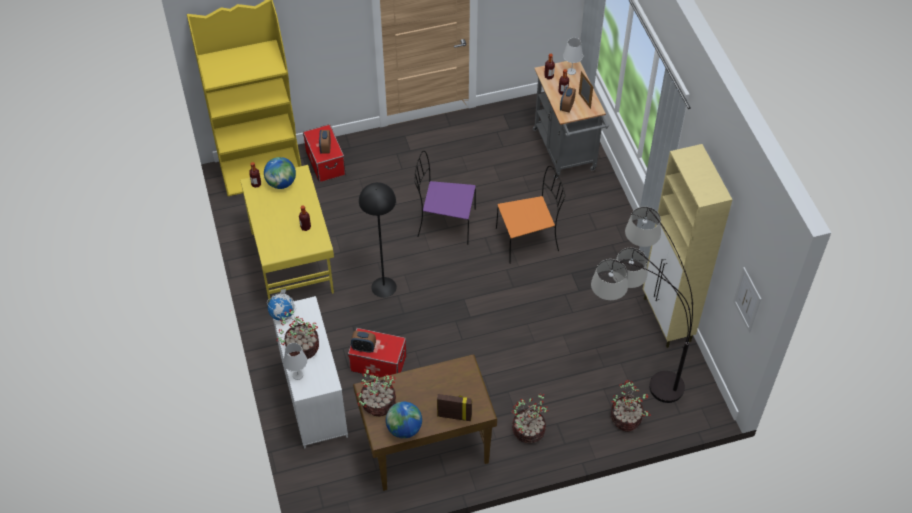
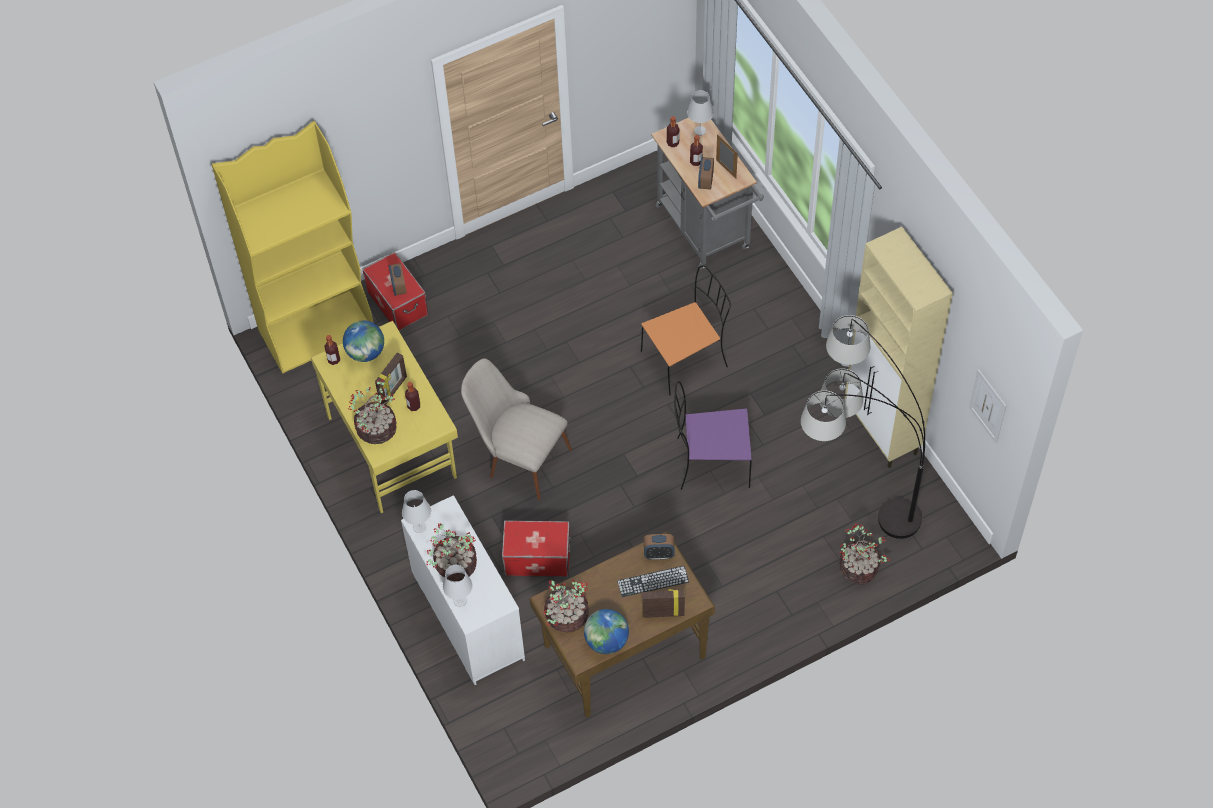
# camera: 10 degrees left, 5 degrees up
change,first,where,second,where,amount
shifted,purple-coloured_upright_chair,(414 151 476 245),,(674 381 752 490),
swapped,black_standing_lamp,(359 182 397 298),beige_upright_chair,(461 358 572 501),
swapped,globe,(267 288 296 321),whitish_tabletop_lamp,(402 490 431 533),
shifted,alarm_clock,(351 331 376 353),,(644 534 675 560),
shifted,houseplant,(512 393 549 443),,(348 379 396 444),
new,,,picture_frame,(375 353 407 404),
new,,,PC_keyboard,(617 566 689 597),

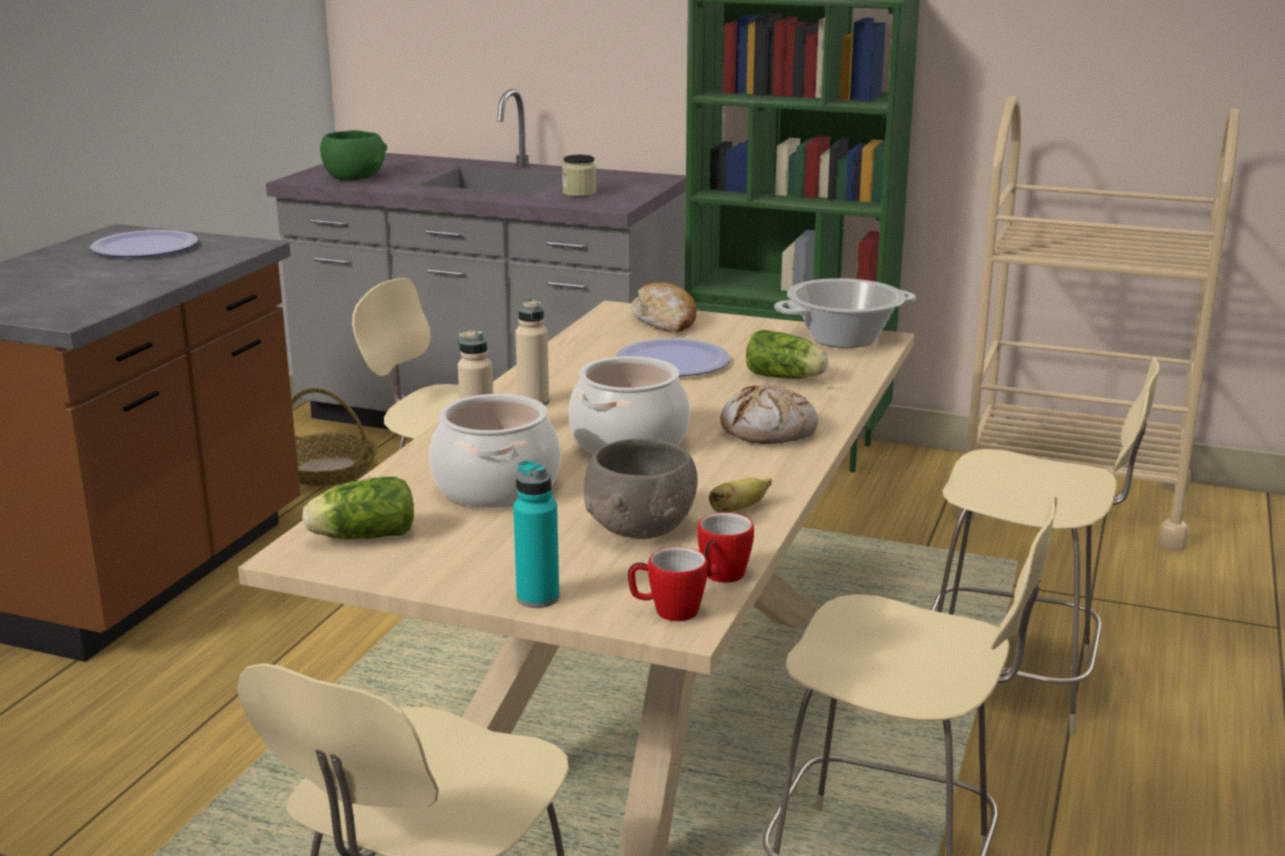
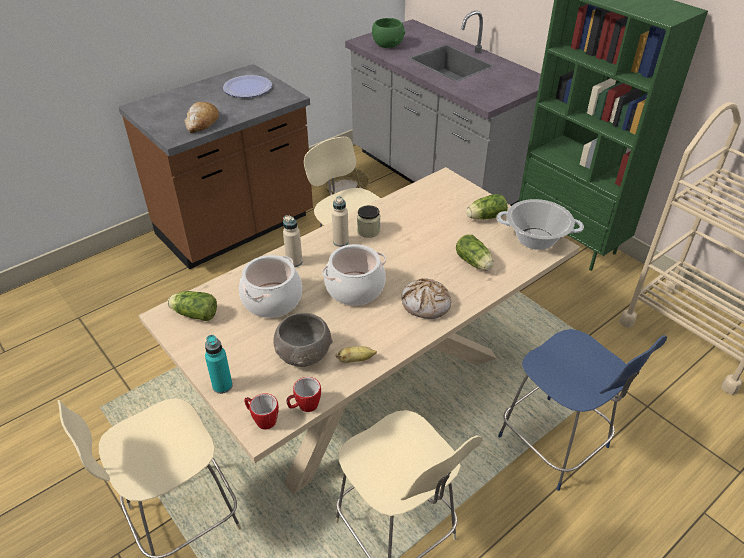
# camera: 30 degrees right, 20 degrees up
change,first,where,second,where,amount
shifted,storage_jar,(562 154 596 197),,(357 205 380 238),
shifted,bakery_bread,(631 282 697 332),,(184 102 219 133),
gone,dinner_plate,(616 338 730 376),,,
repainted,beige_upright_chair,(930 357 1160 735),blue-coloured_upright_chair,(498 329 667 491),
new,,,lettuce_head,(466 194 508 220),

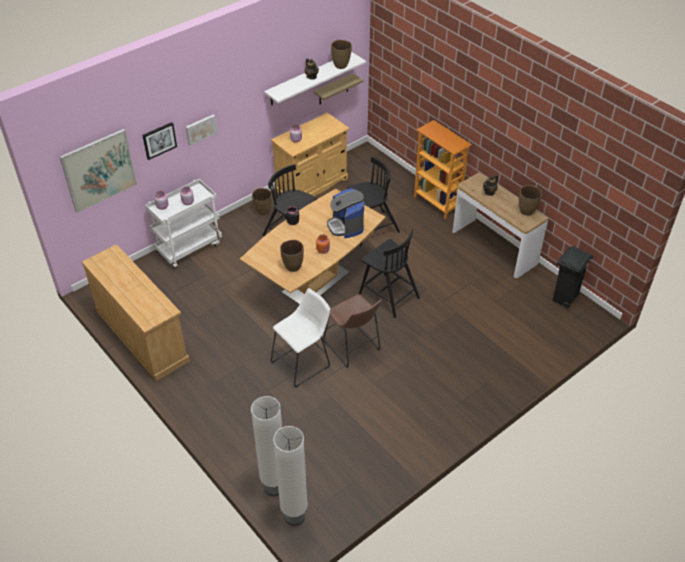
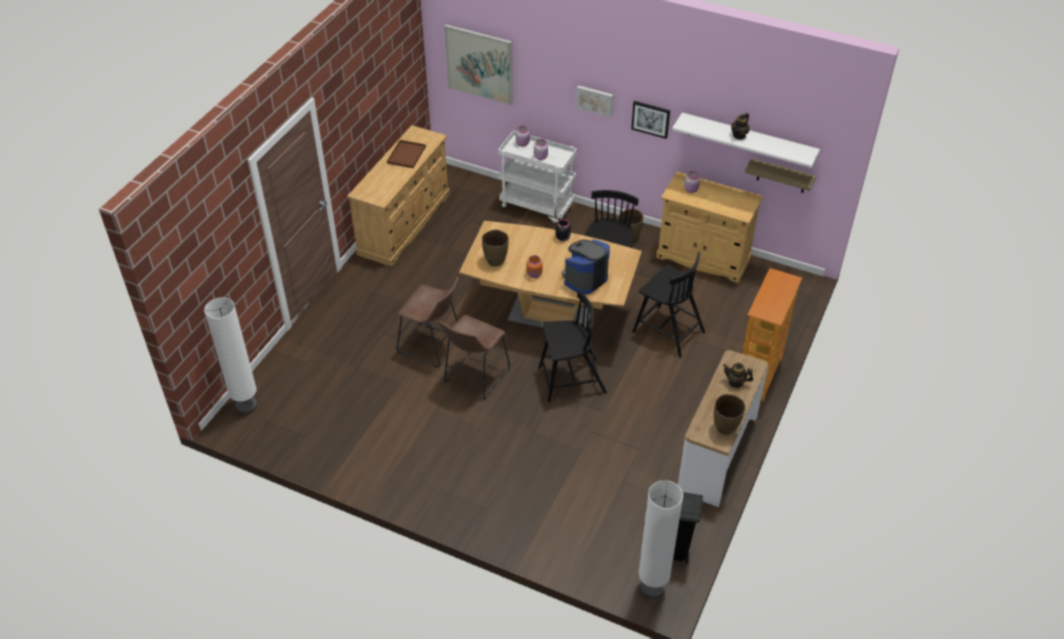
# camera: 65 degrees right, 0 degrees up
change,first,where,second,where,amount
gone,brown_vase,(331 40 352 69),,,
shifted,wall_picture,(142 122 177 160),,(631 101 670 139),
rotated,black_upright_chair,(359 230 420 318),,(539 291 607 402),120 degrees counterclockwise
repainted,whitish_stool_seat,(271 288 330 388),brown_stool_seat,(397 277 459 368),
shifted,whitish_standing_lamp,(251 396 282 496),,(639 480 683 599),
new,,,brown_carrying_tray,(387 140 426 168),

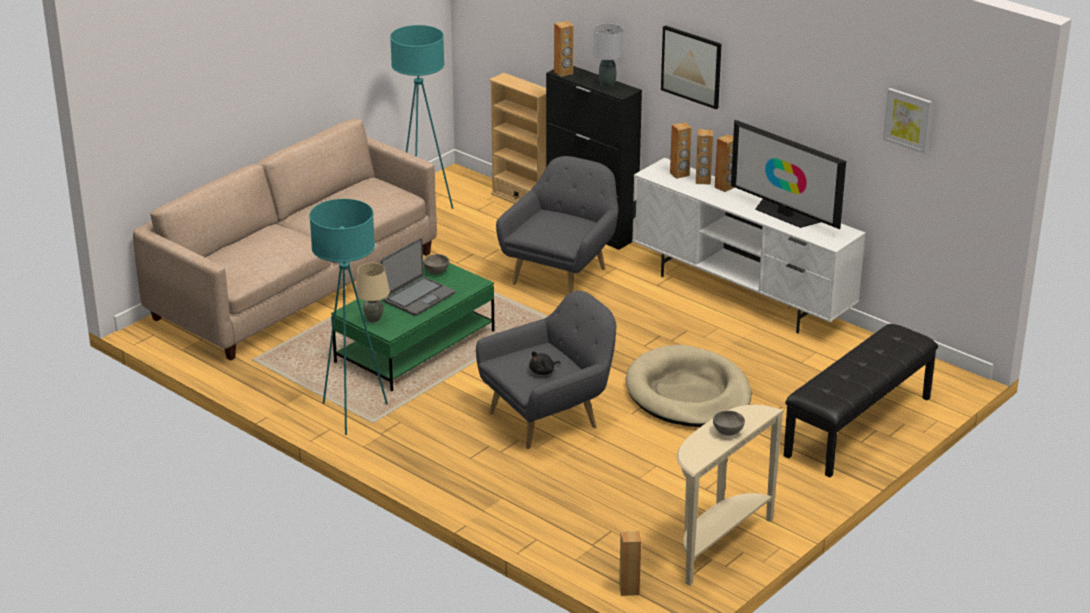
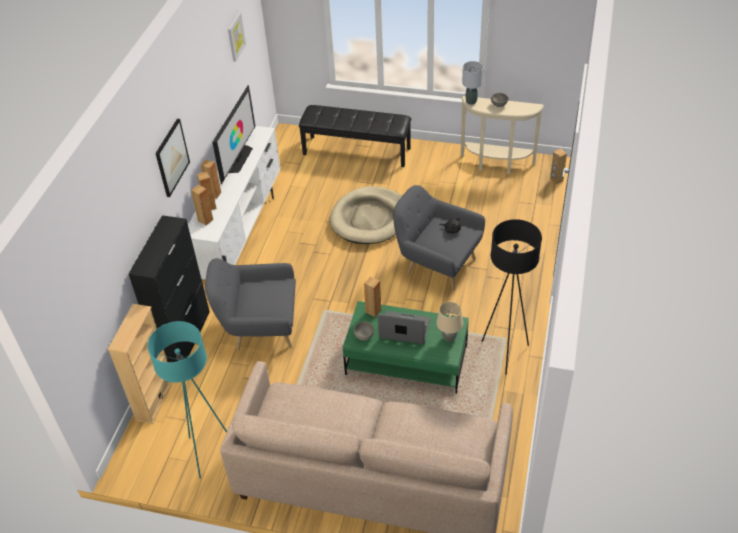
# camera: 115 degrees left, 15 degrees up
change,first,where,second,where,amount
shifted,brown_loudspeaker,(554 21 574 77),,(364 277 381 317),
shifted,greyish_tabletop_lamp,(594 23 623 88),,(462 61 483 105),
repainted,blue-green_standing_lamp,(309 199 388 435),black_standing_lamp,(481 219 542 375),

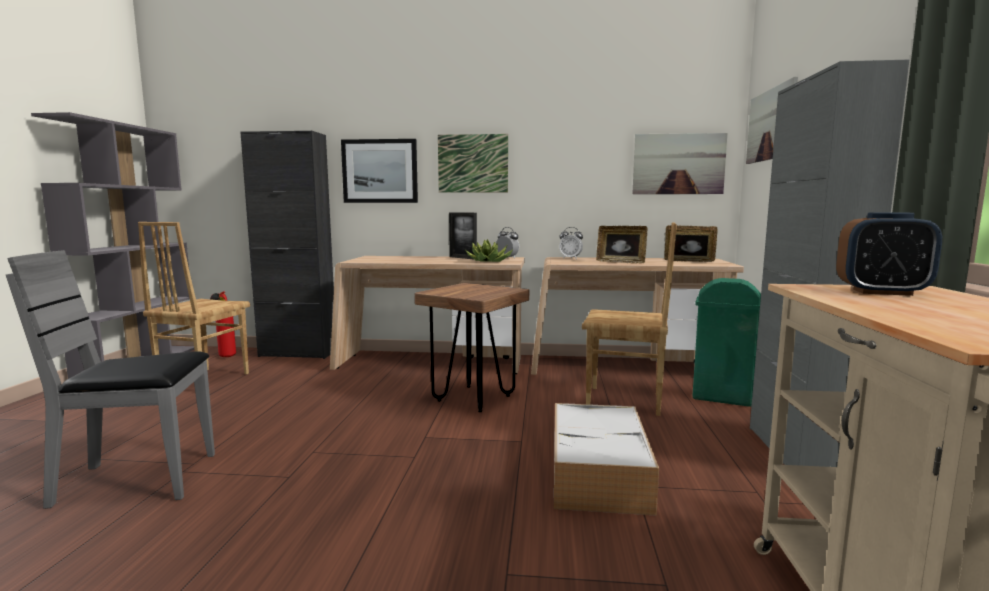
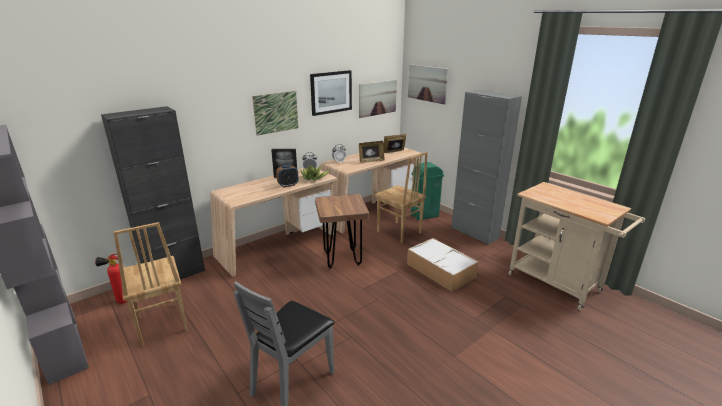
# camera: 45 degrees left, 15 degrees up
change,first,where,second,where,amount
shifted,wall_picture,(341 139 418 203),,(310 70 352 116),
shifted,alarm_clock,(836 212 942 296),,(276 165 299 188),
rotated,brown_upright_chair,(582 222 677 416),,(374 152 427 243),75 degrees clockwise

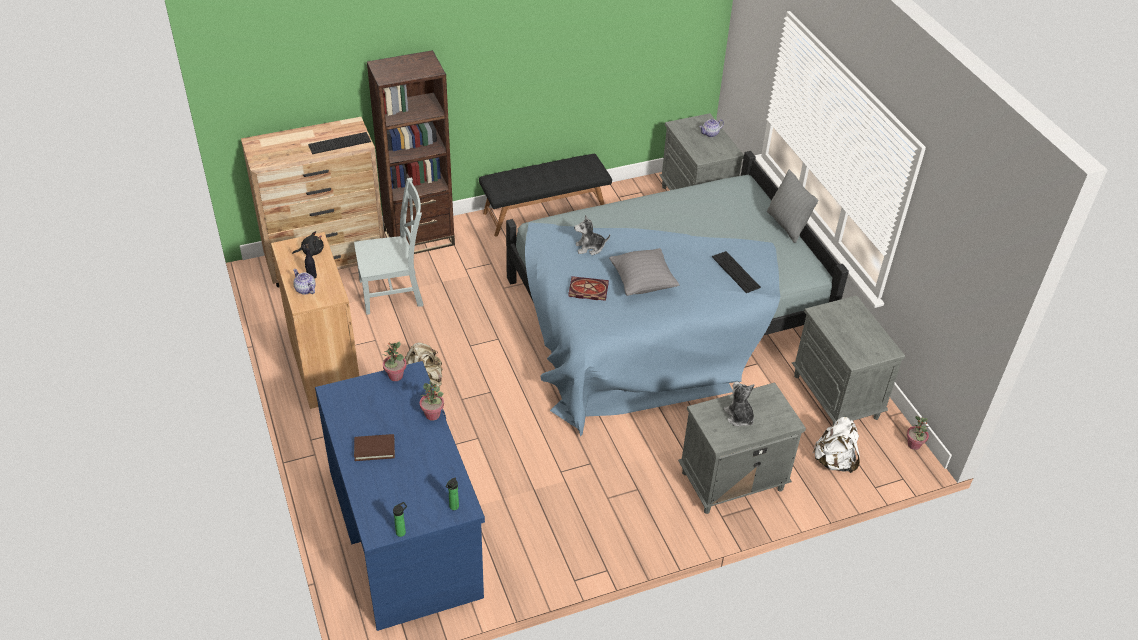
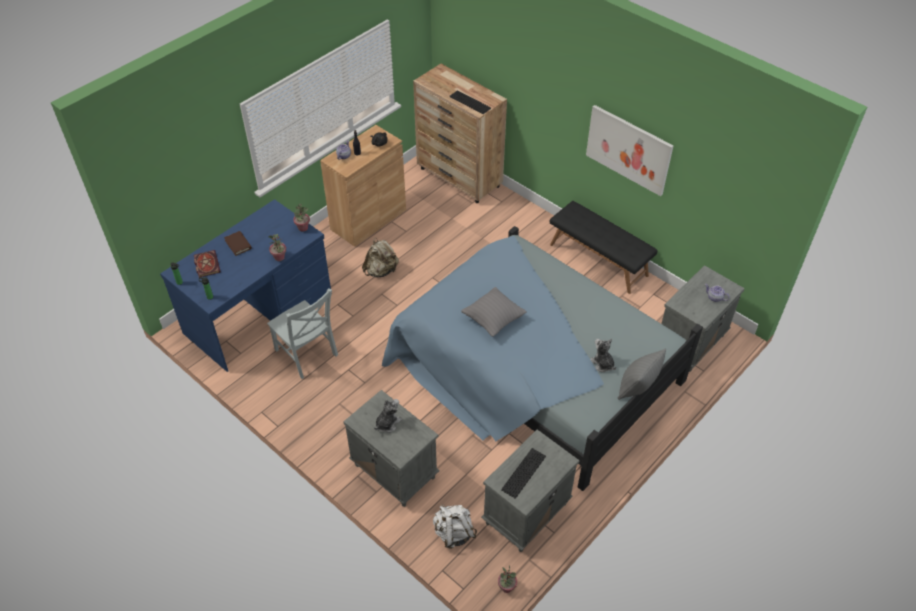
# camera: 65 degrees right, 5 degrees up
change,first,where,second,where,amount
gone,brown_bookshelf,(367 50 455 254),,,
shifted,greyish_upright_chair,(354 178 423 315),,(267 288 338 379),
shifted,plush_toy,(574 215 610 255),,(590 339 616 372),
shifted,PC_keyboard,(712 251 761 293),,(501 448 546 499),
shifted,bound_book,(568 276 609 301),,(194 250 221 278),
new,,,wall_picture,(586 105 674 196),

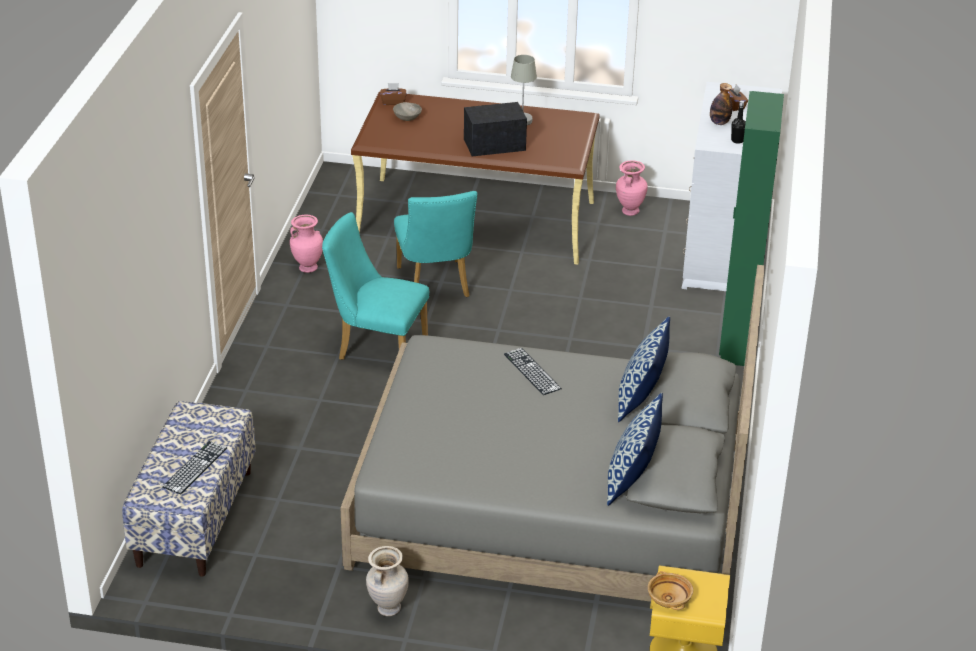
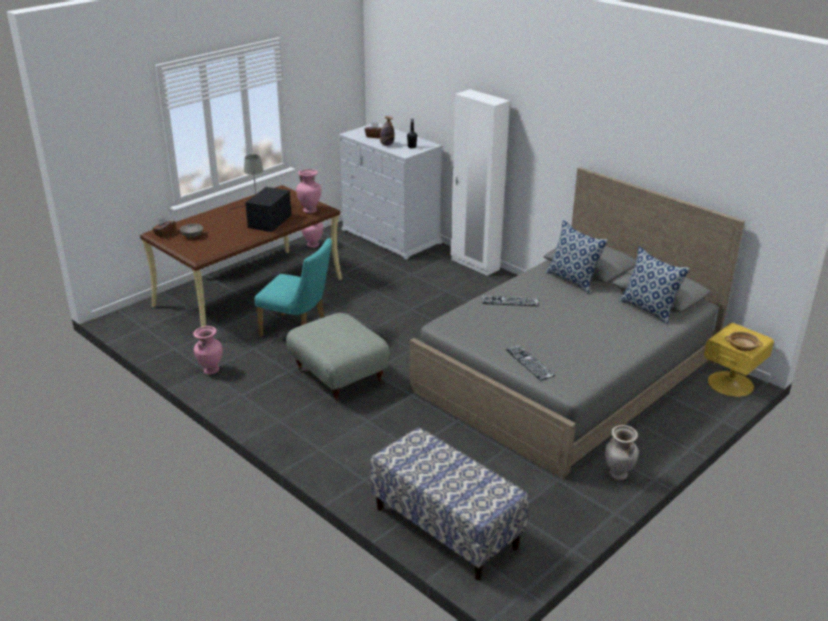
# camera: 55 degrees left, 5 degrees down
change,first,where,second,where,amount
repainted,greenish_armoire,(719 91 784 366),whitish_armoire,(451 89 510 276),
swapped,blue-green_upright_chair,(322 212 429 360),greyish_footrest,(286 313 390 403),
shifted,PC_keyboard,(162 441 227 494),,(506 345 555 381),
new,,,pink_vase,(296 169 321 213),

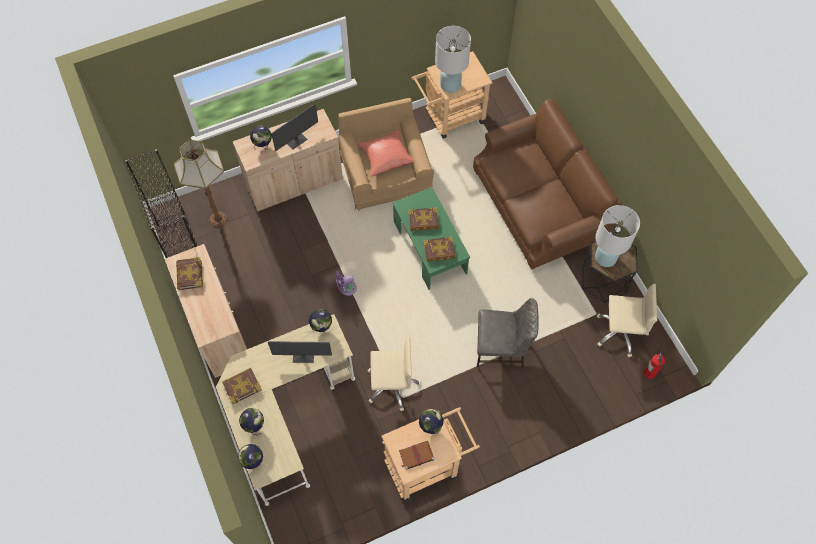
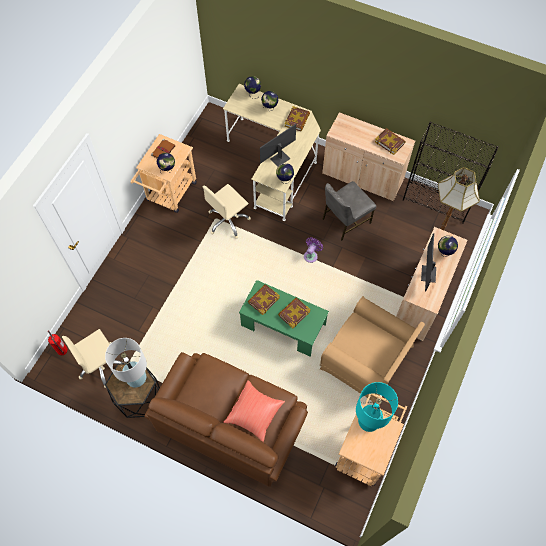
# camera: 140 degrees right, 0 degrees up
change,first,where,second,where,amount
repainted,whitish_tabletop_lamp,(435 26 471 93),blue-green_tabletop_lamp,(356 382 398 432),
shifted,red_pillow,(358 129 414 177),,(224 380 285 442),
shifted,greyish_upright_chair,(477 298 539 368),,(322 181 376 241),

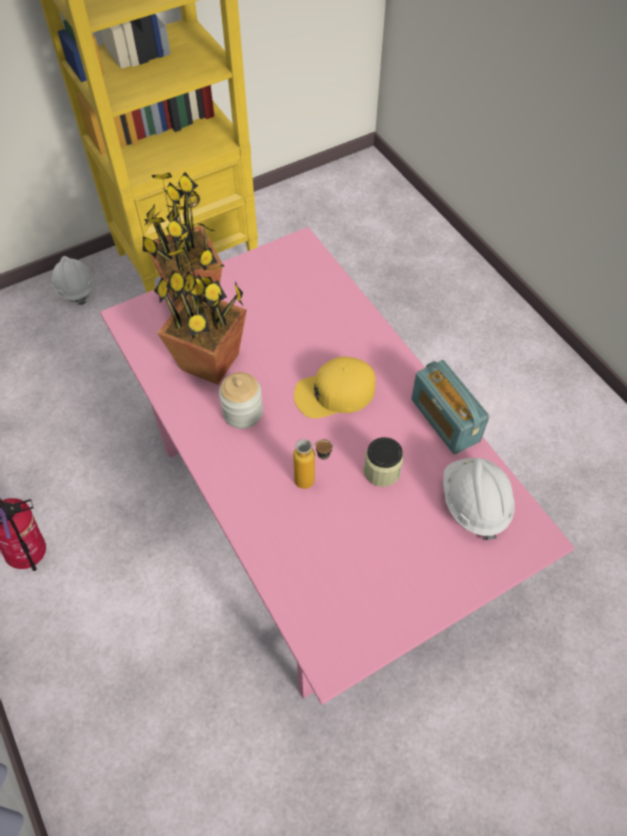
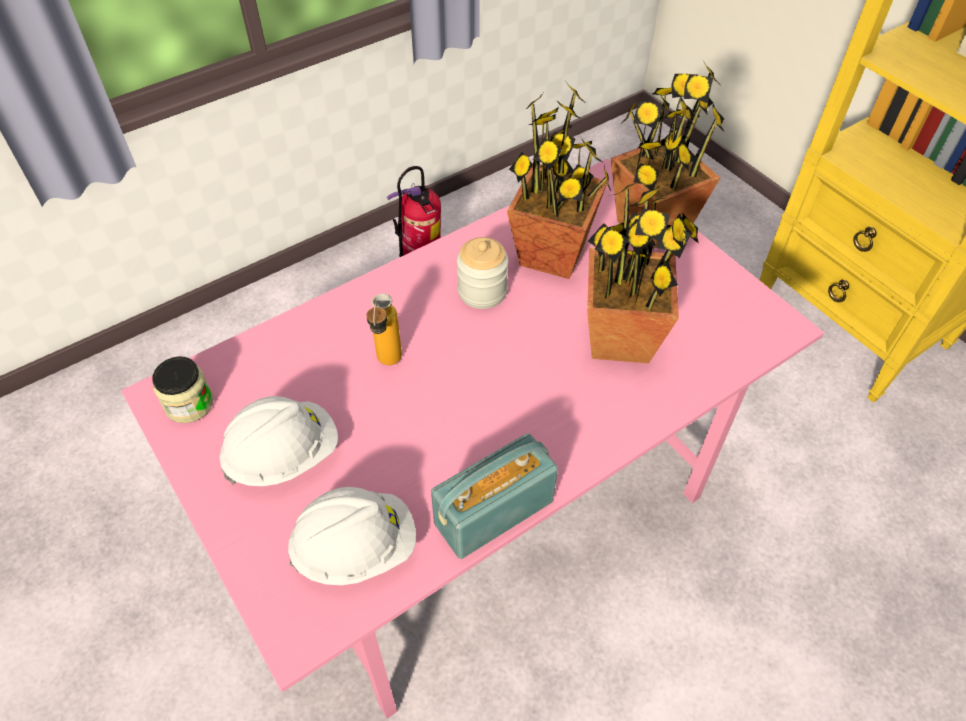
# camera: 85 degrees right, 5 degrees down
change,first,where,second,where,amount
shifted,whitish_hard_hat,(52 256 94 305),,(220 396 338 486),
gone,yellow_cap,(294 357 376 418),,,
shifted,storage_jar,(364 437 403 487),,(152 356 213 423),
new,,,houseplant,(587 178 699 363),

